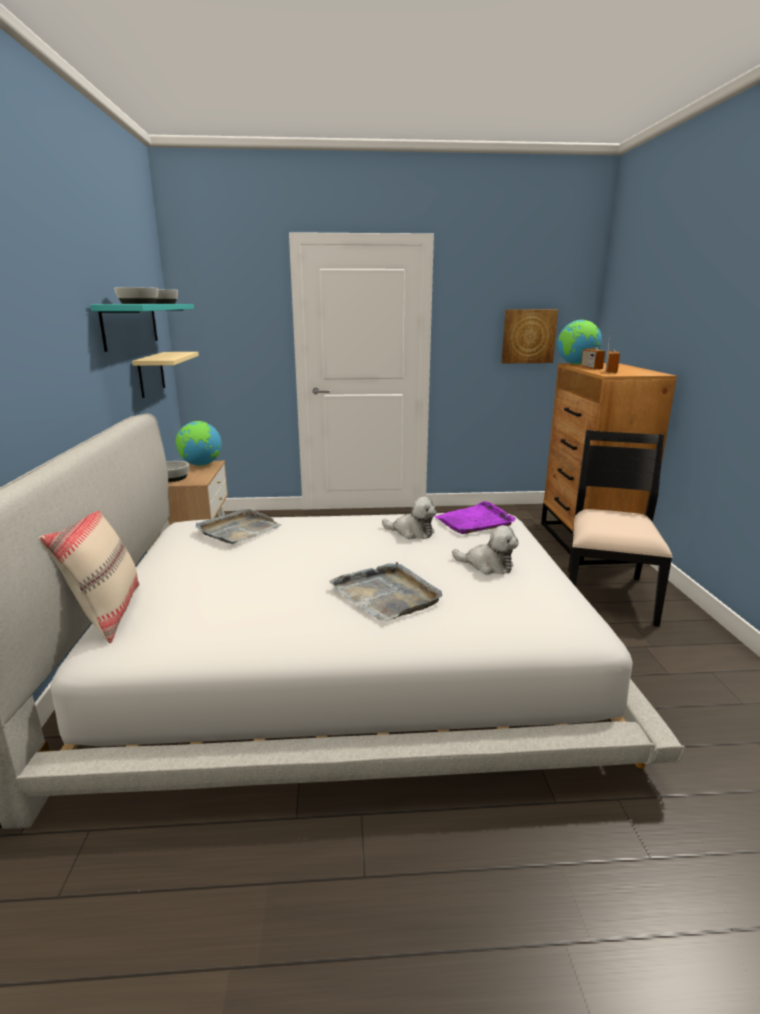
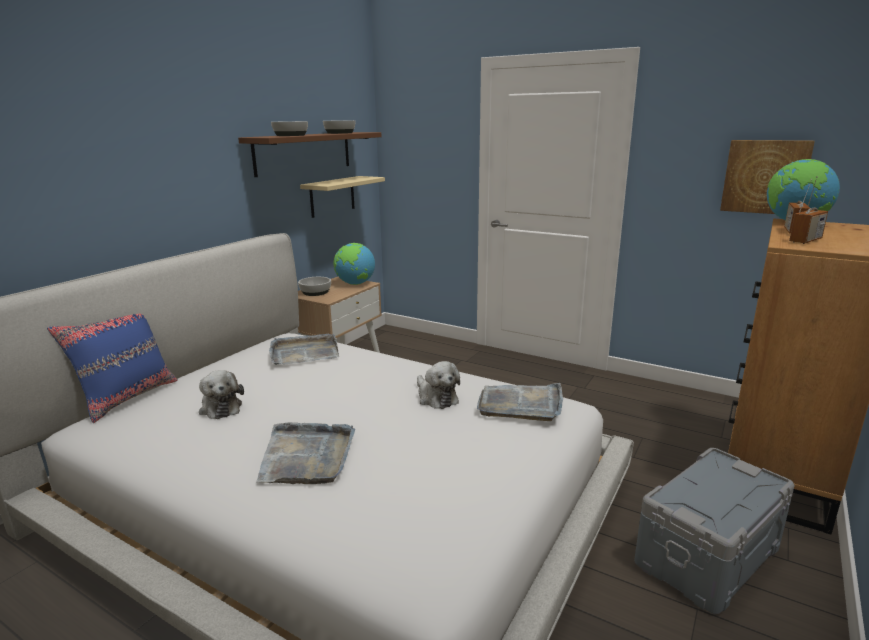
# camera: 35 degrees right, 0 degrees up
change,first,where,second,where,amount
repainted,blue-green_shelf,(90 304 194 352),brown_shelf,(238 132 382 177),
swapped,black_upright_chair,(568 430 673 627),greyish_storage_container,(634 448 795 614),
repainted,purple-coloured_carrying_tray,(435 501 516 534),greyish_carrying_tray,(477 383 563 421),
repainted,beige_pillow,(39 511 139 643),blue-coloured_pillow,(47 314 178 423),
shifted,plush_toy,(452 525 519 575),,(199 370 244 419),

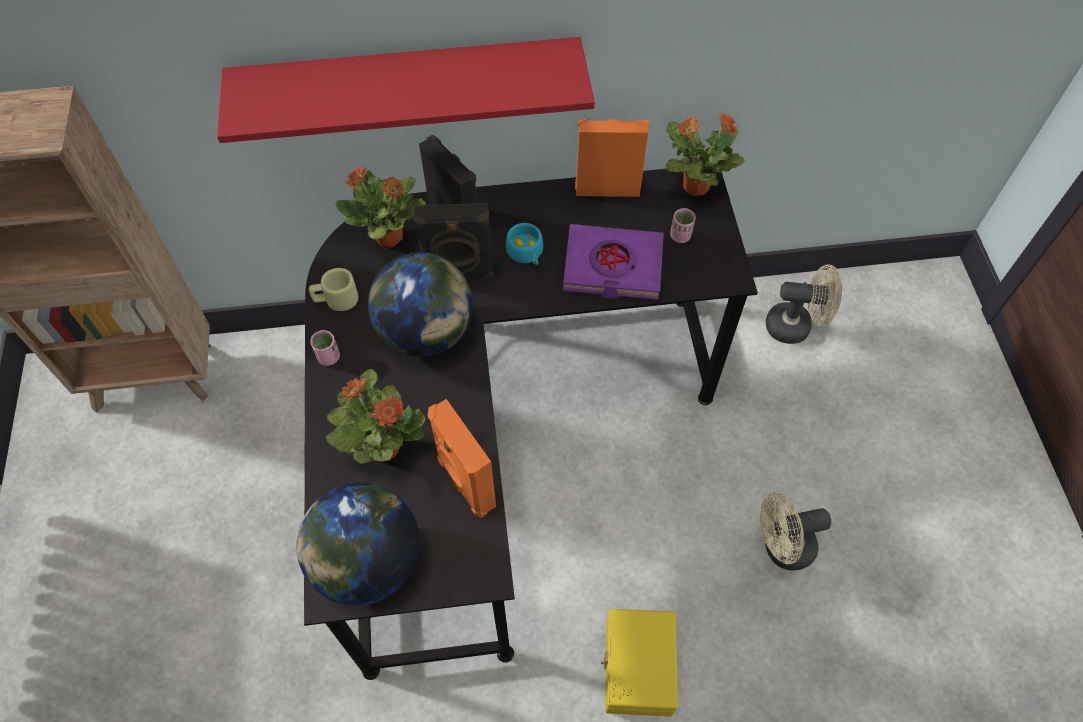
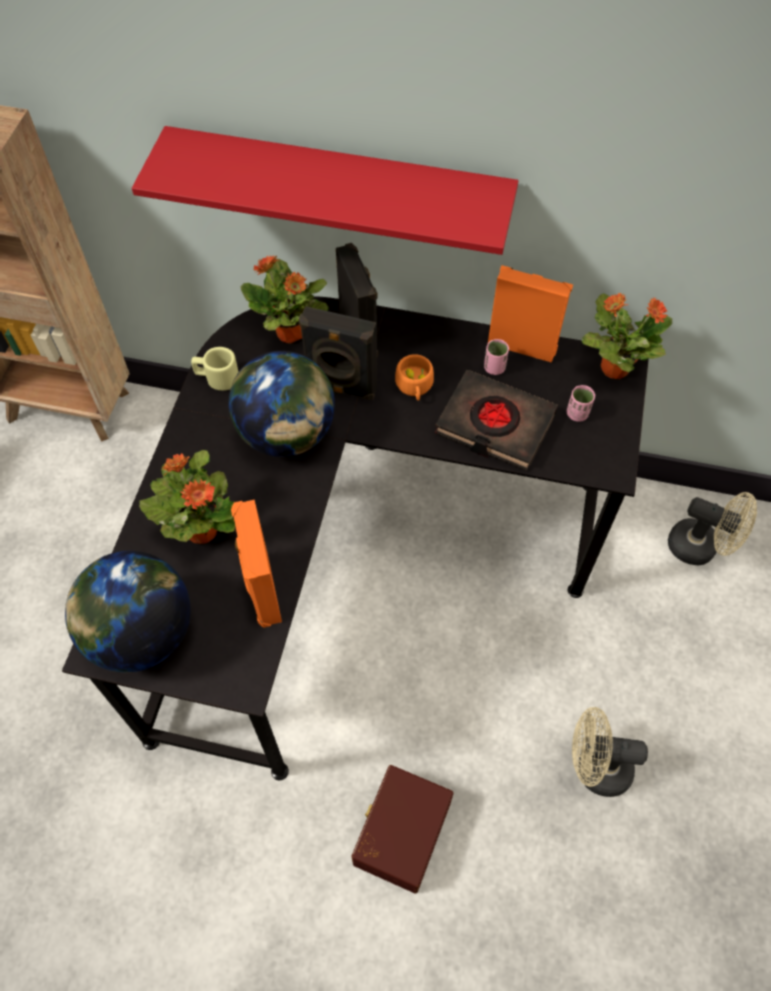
# camera: 20 degrees right, 0 degrees up
change,first,where,second,where,amount
repainted,blue-green_small_cup,(506 223 543 265),orange-coloured_small_cup,(395 354 434 401),
repainted,purple-coloured_bound_book,(563 224 664 300),black_bound_book,(435 370 558 471),
shifted,pink_small_cup,(310 330 340 366),,(484 339 509 375),
repainted,yellow_storage_container,(600 609 678 717),brown_storage_container,(351 765 453 894),

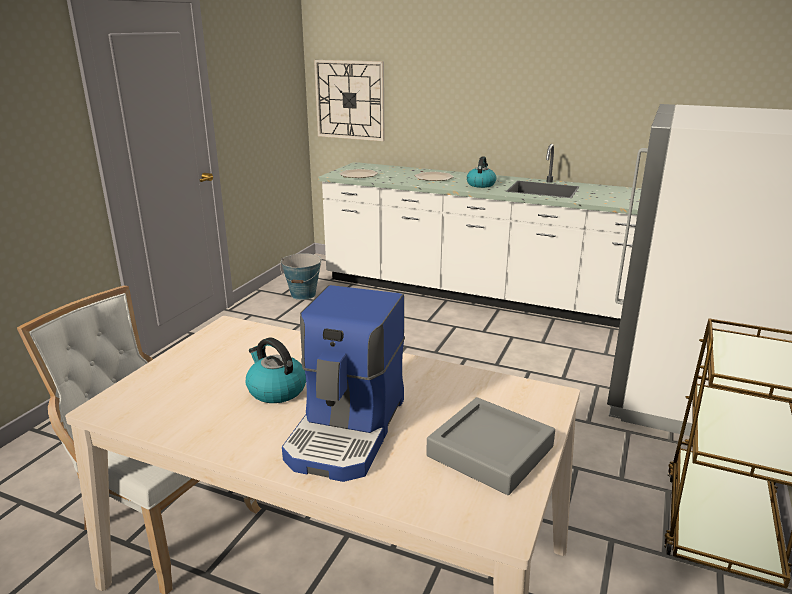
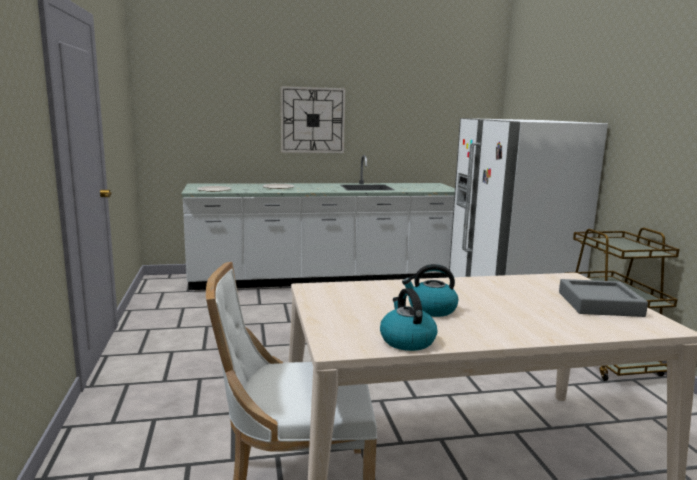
# camera: 35 degrees left, 10 degrees down
change,first,where,second,where,amount
shifted,hanging_clock,(314 60 385 141),,(281 86 346 153),
shifted,kettle,(467 156 496 188),,(380 288 437 351),
gone,water_bucket,(280 253 321 300),,,
gone,coffee_brewer,(282 285 405 482),,,

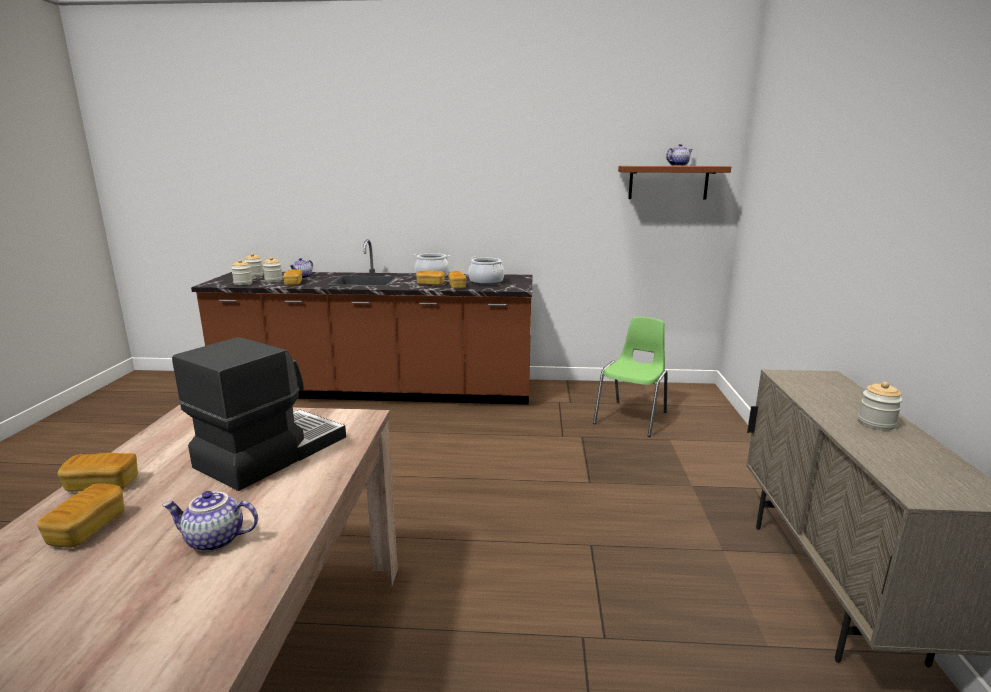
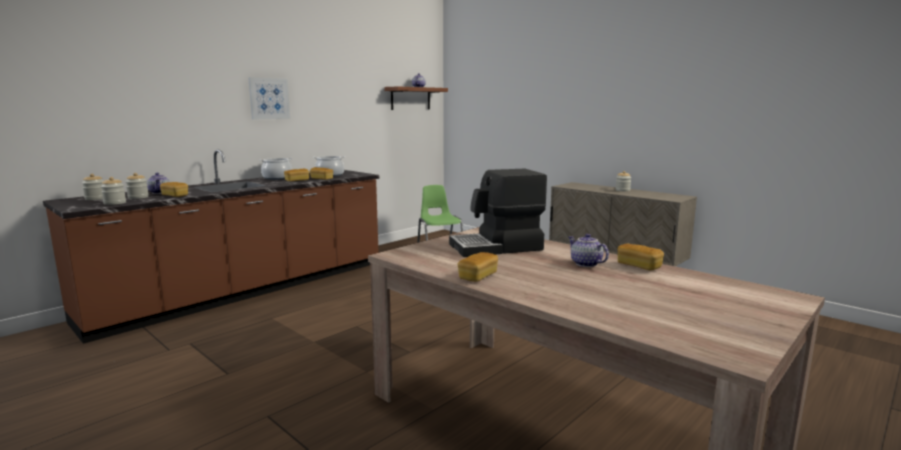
# camera: 50 degrees left, 5 degrees down
change,first,where,second,where,amount
rotated,coffee_brewer,(172 337 346 491),,(449 169 547 257),90 degrees counterclockwise
shifted,bakery_bread,(37 484 125 548),,(617 244 664 270),
rotated,tea_pot,(162 491 258 552),,(568 234 609 267),105 degrees clockwise
new,,,wall_picture,(248 77 290 120),

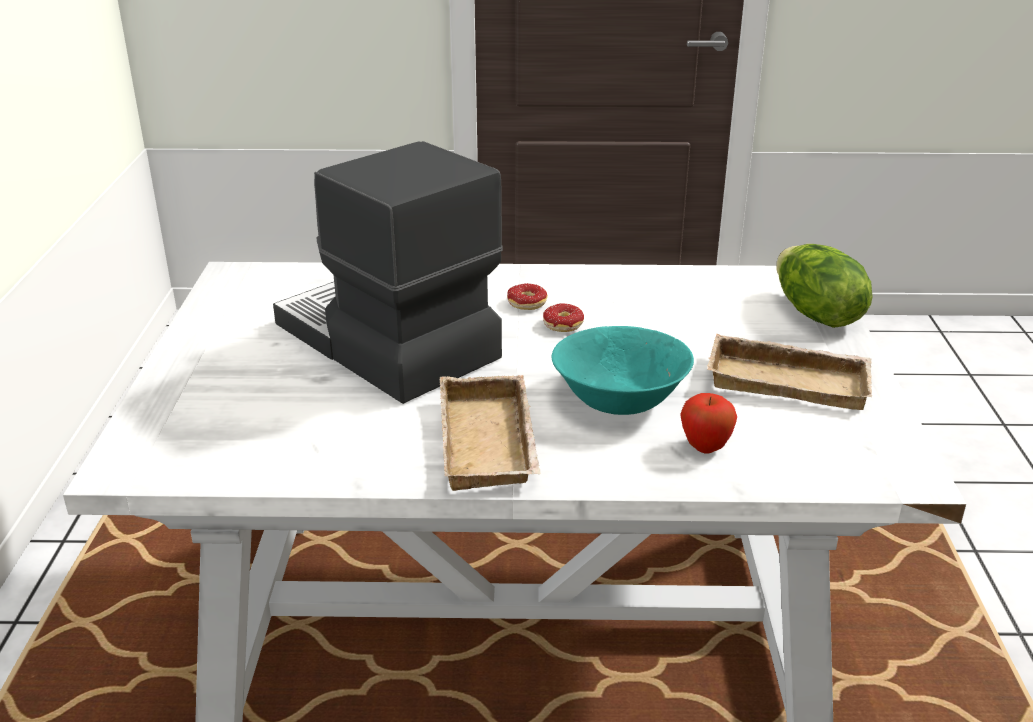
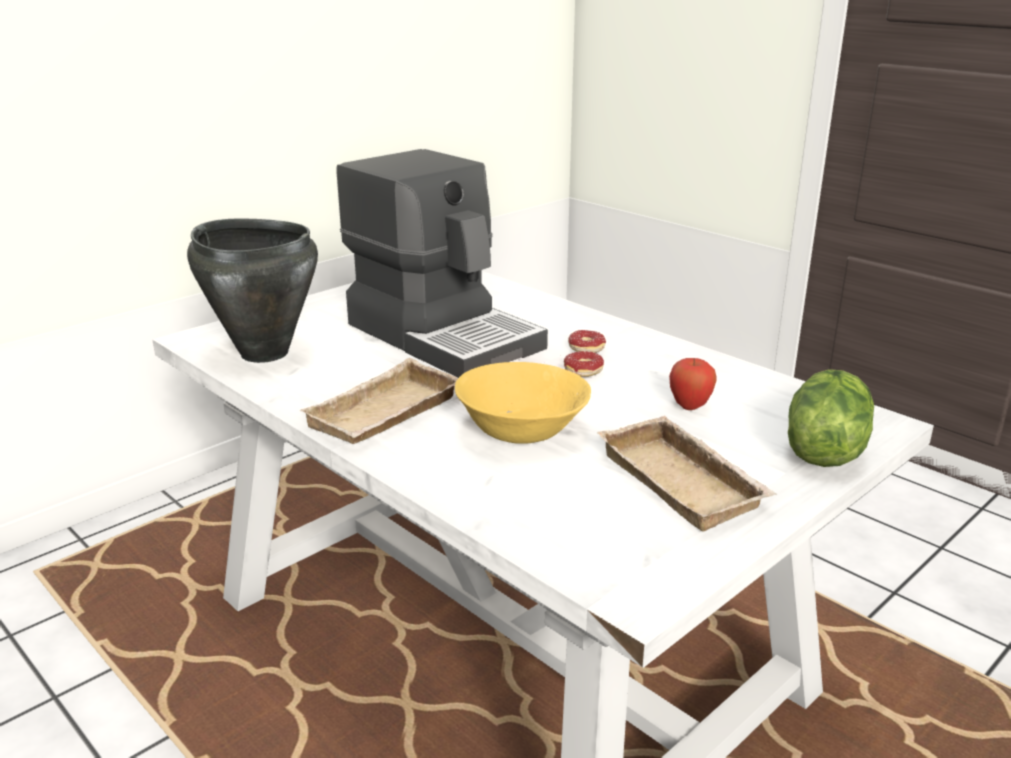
# camera: 45 degrees right, 5 degrees down
change,first,where,second,where,amount
rotated,coffee_brewer,(273 141 503 404),,(337 149 548 378),135 degrees clockwise
repainted,blue-green_serving_bowl,(552 326 694 415),yellow_serving_bowl,(455 362 591 444),
shifted,apple,(680 393 737 454),,(669 358 717 410),
new,,,black_stockpot,(187 219 318 363),

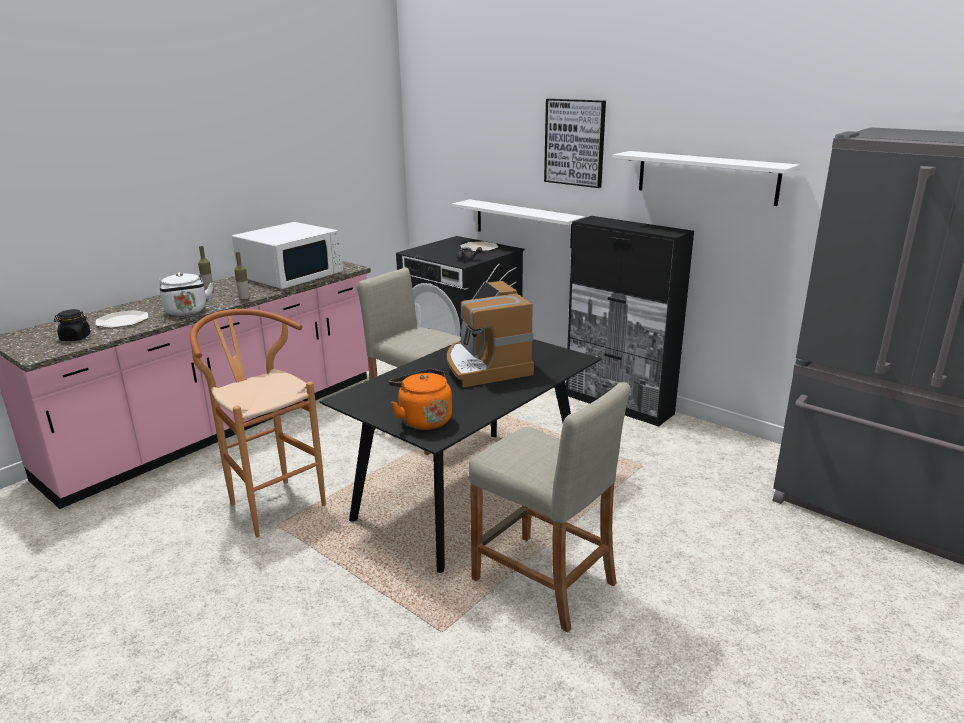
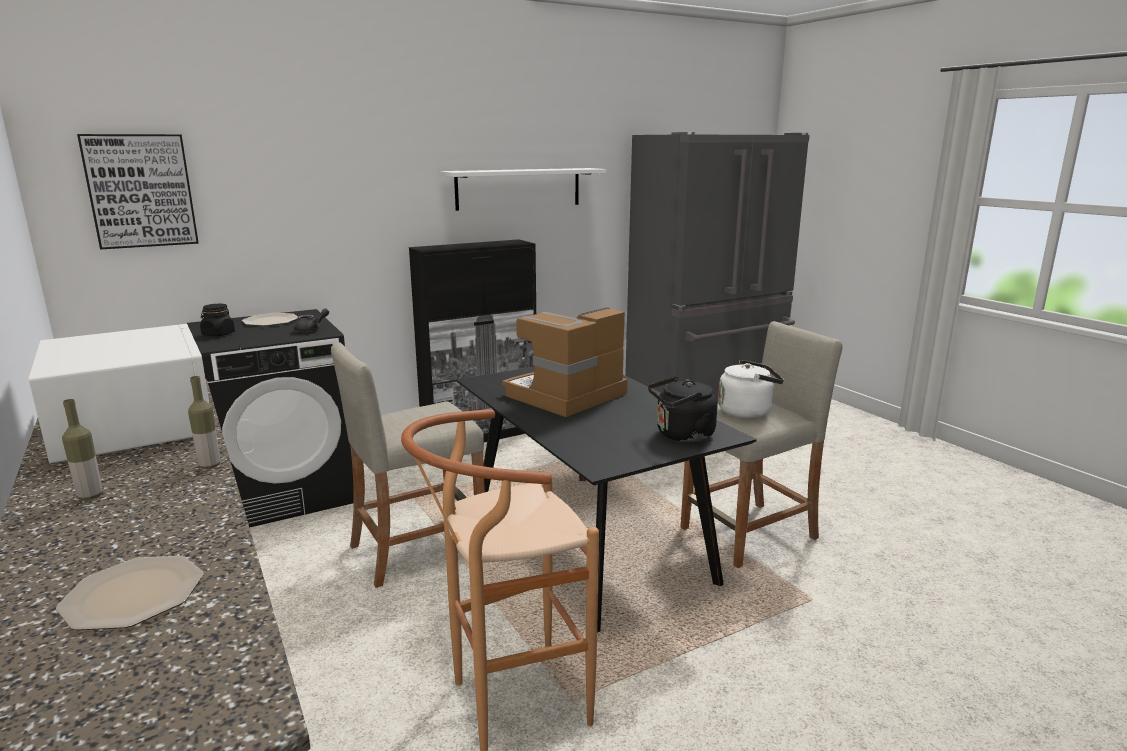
# camera: 70 degrees left, 5 degrees down
change,first,where,second,where,amount
shifted,wall_picture,(544 99 606 188),,(77 134 199 249),
gone,whitish_shelf,(452 199 585 248),,,
shifted,whitish_kettle,(160 272 213 316),,(718 360 784 418),
rotated,coffee_brewer,(447 281 534 388),,(502 307 628 417),135 degrees clockwise
shifted,black_storage_jar,(54 309 91 341),,(200 304 235 336),
repainted,orange-coloured_kettle,(389 369 452 430),black_kettle,(648 376 718 442),

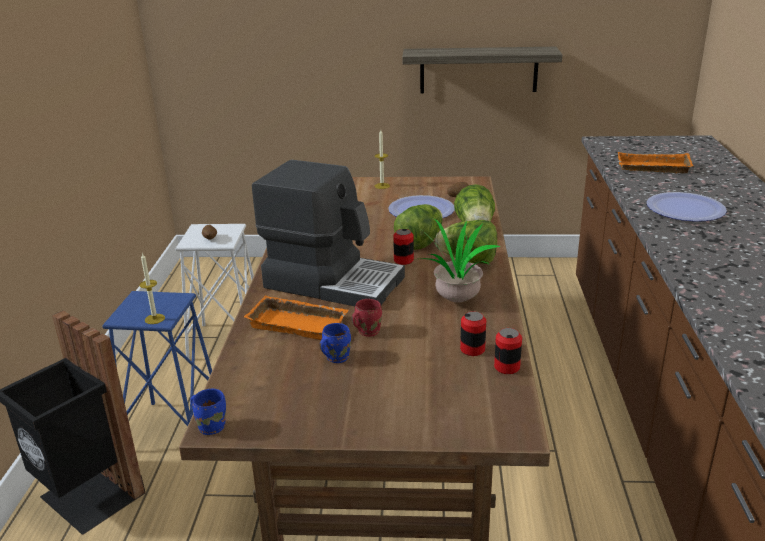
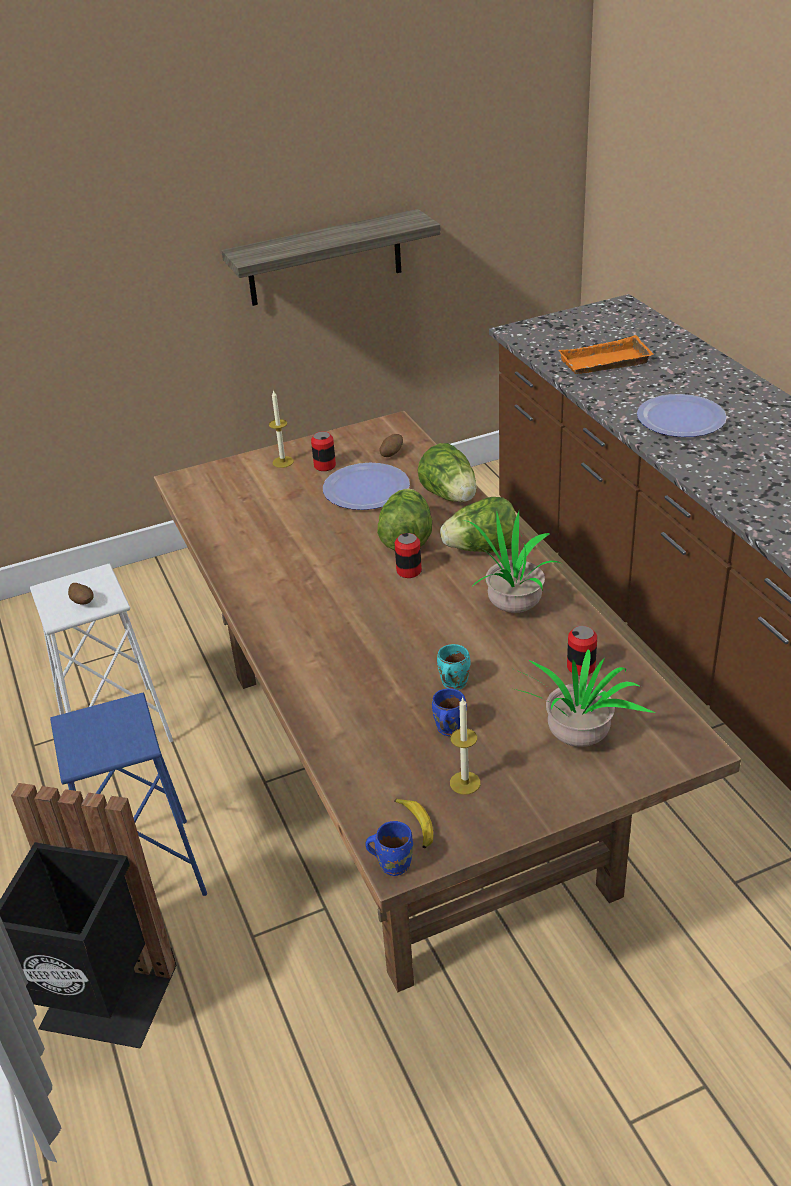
# camera: 25 degrees left, 10 degrees up
change,first,where,second,where,amount
gone,coffee_brewer,(252 160 405 306),,,
shifted,wax_candle,(139 253 165 324),,(450 697 481 795),
gone,orange-coloured_carrying_tray,(244 296 349 340),,,
repainted,red_coffee_mug,(351 299 382 337),blue-green_coffee_mug,(437 644 471 690),
shifted,metal_can,(494 328 522 374),,(311 431 336 471),
new,,,houseplant,(515 649 655 747),
new,,,whole_banana,(394 799 433 848),

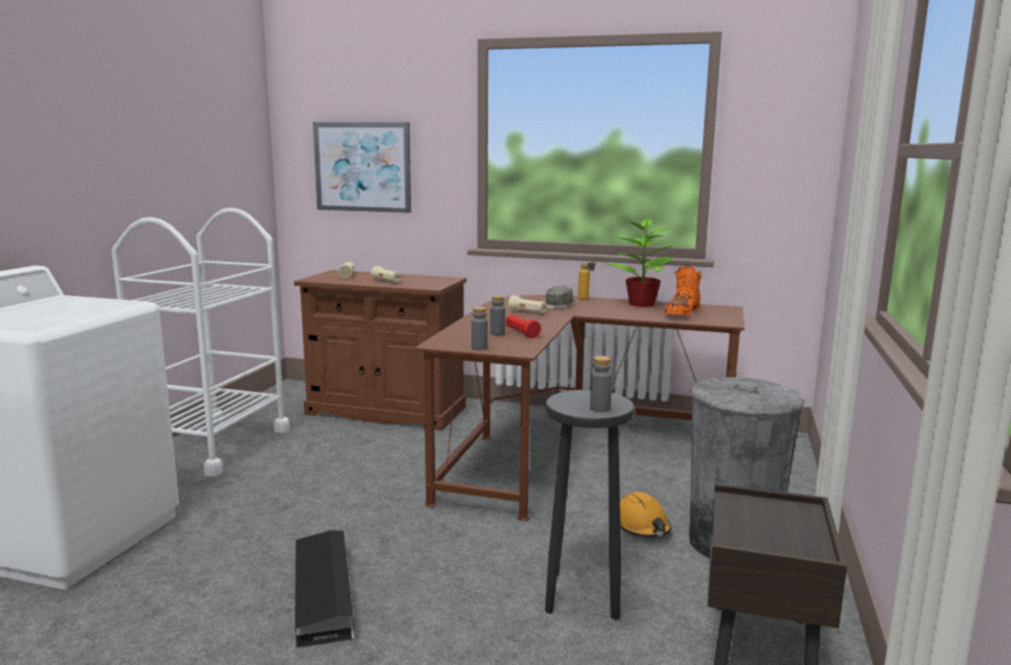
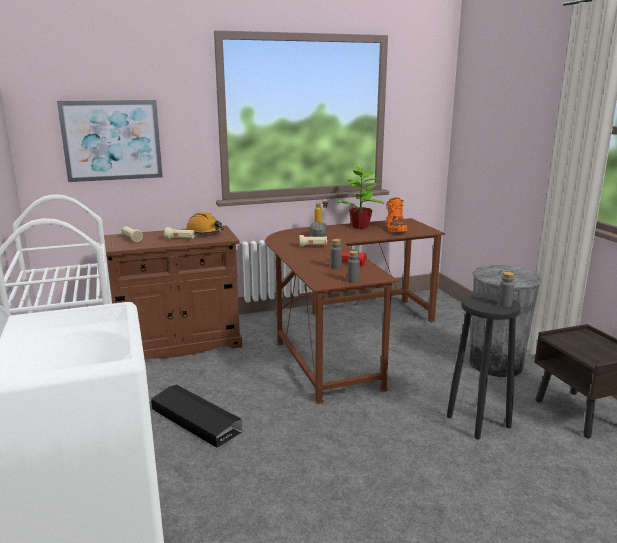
# camera: 35 degrees left, 5 degrees up
change,first,where,second,where,amount
shifted,orange-coloured_hard_hat,(620 492 671 537),,(186 212 224 234),
shifted,black_storage_container,(295 530 355 648),,(151 385 243 448),

